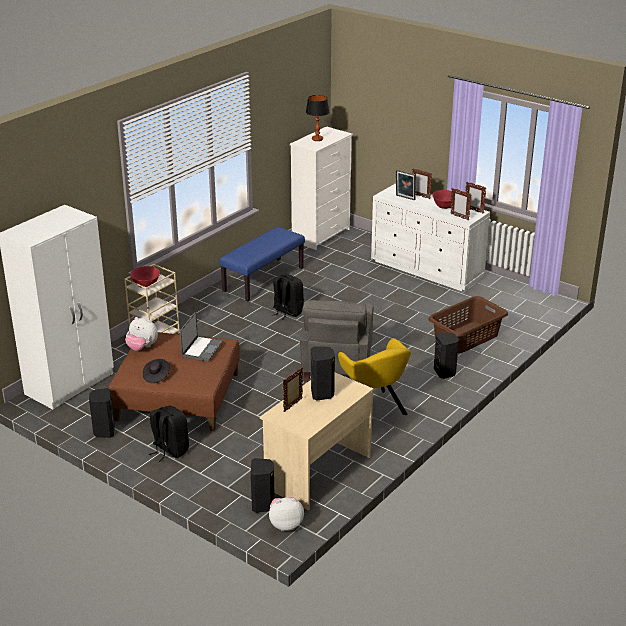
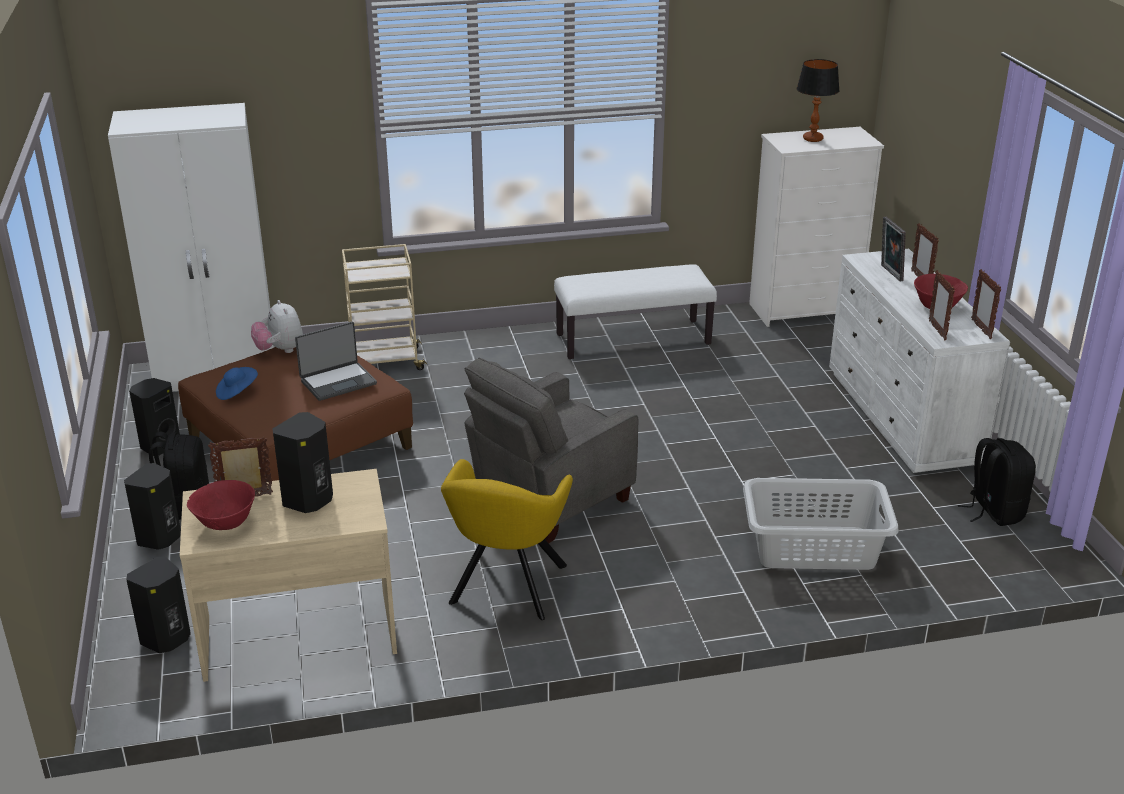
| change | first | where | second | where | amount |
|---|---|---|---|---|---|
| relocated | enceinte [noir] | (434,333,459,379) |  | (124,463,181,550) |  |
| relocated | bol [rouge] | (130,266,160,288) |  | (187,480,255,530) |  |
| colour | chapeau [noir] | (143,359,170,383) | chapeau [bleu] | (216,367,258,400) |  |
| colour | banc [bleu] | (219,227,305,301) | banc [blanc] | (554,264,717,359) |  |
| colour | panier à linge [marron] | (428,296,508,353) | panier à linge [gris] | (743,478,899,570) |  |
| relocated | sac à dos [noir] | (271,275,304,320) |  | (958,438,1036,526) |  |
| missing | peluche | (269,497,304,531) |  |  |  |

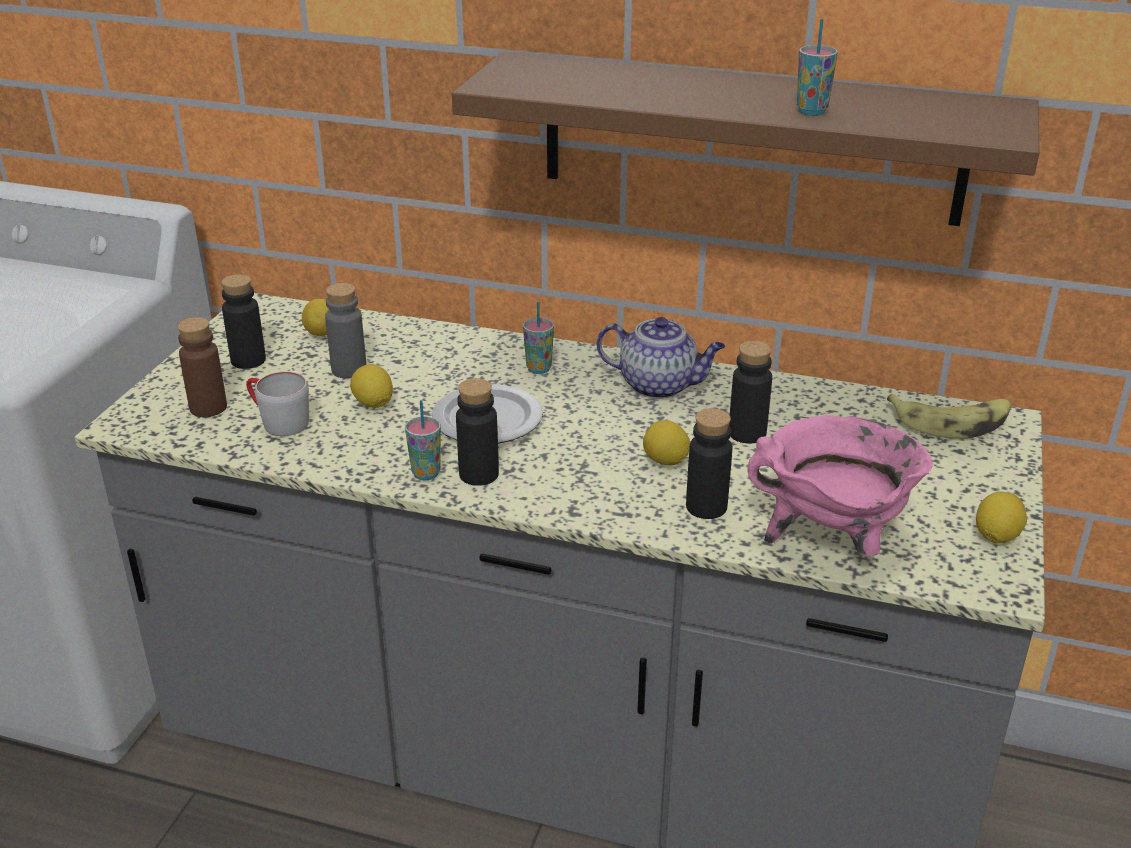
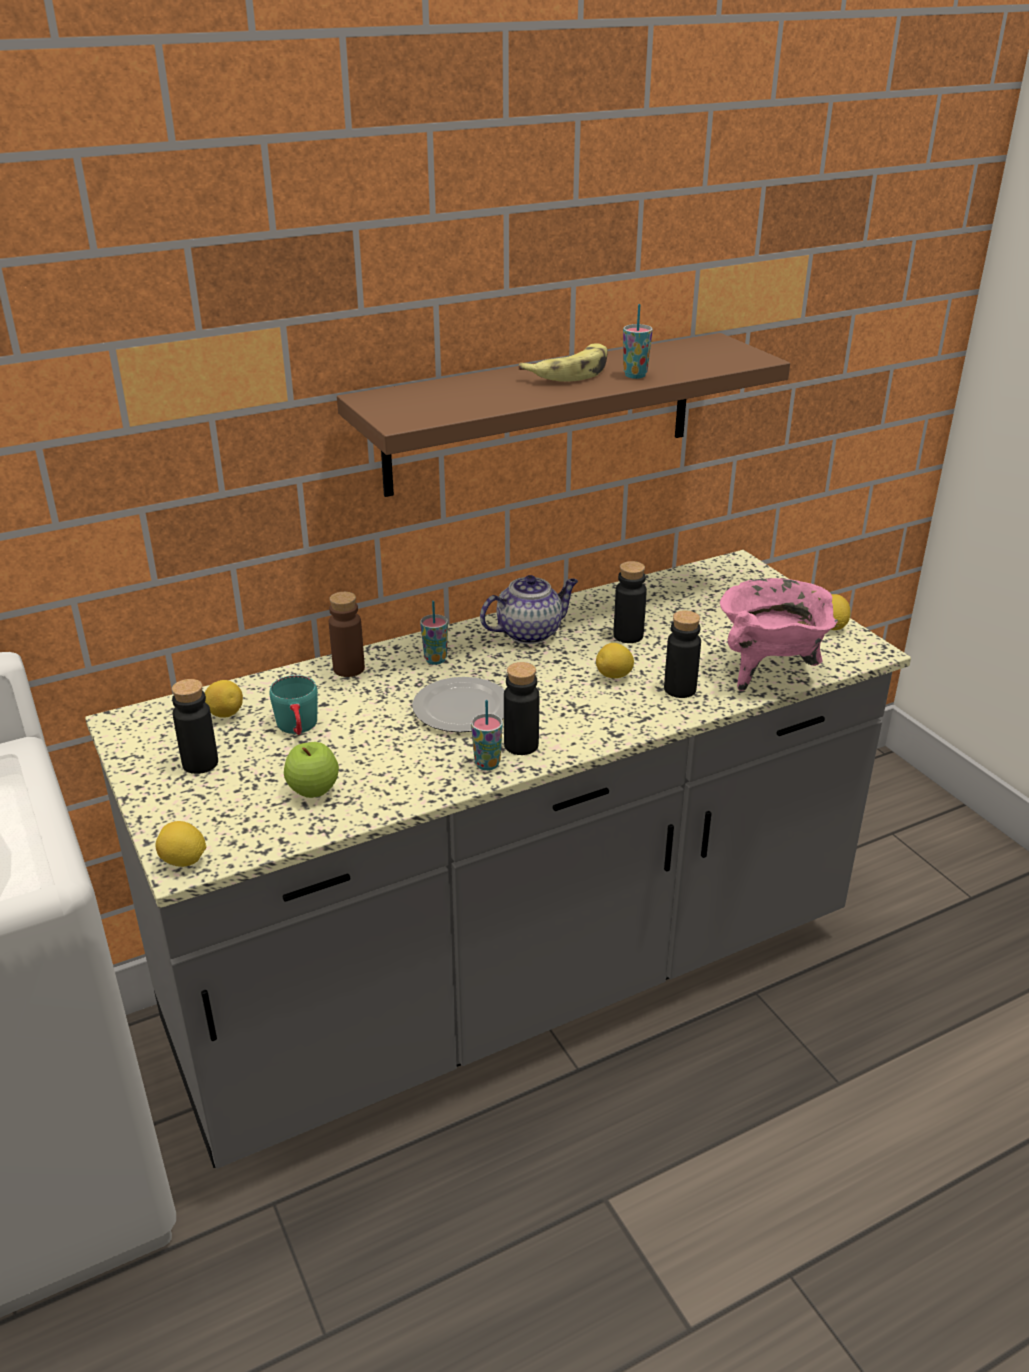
| change | first | where | second | where | amount |
|---|---|---|---|---|---|
| relocated | citron | (350,364,393,408) |  | (155,821,206,867) |  |
| exchanged | bouteille [gris] | (325,283,366,379) | mug [turquoise] | (269,675,318,735) |  |
| exchanged | mug [gris] | (246,372,309,436) | pomme | (284,742,339,798) |  |
| relocated | bouteille [marron] | (178,317,227,417) |  | (329,592,365,677) |  |
| relocated | banane | (887,394,1011,439) |  | (518,343,608,382) |  |

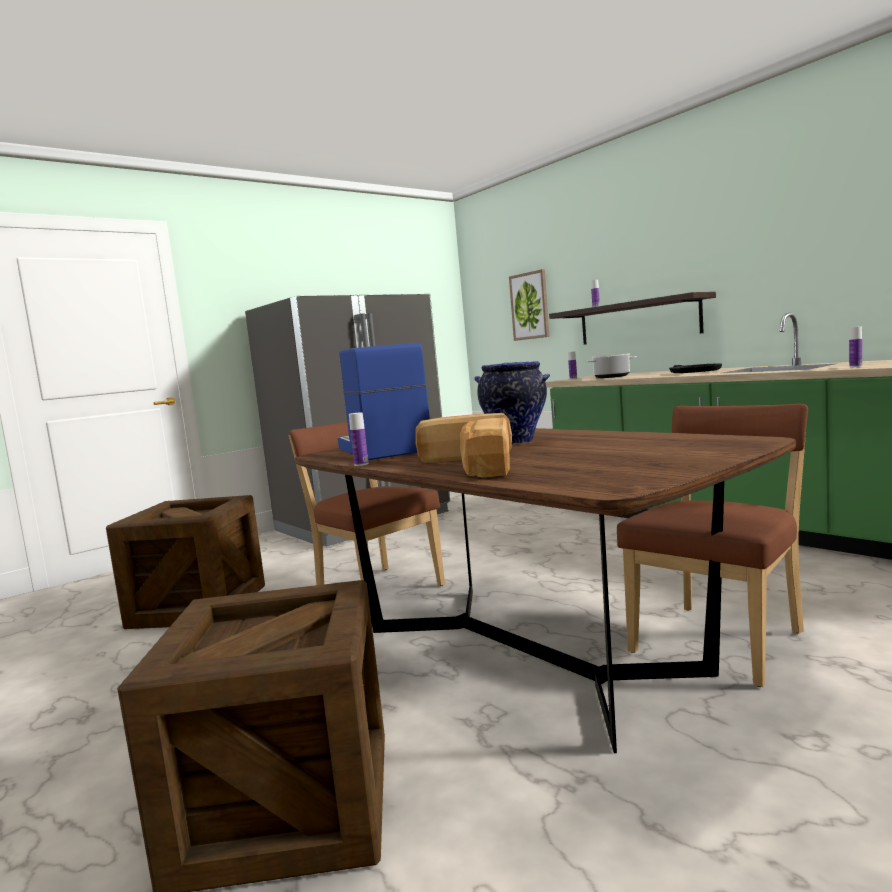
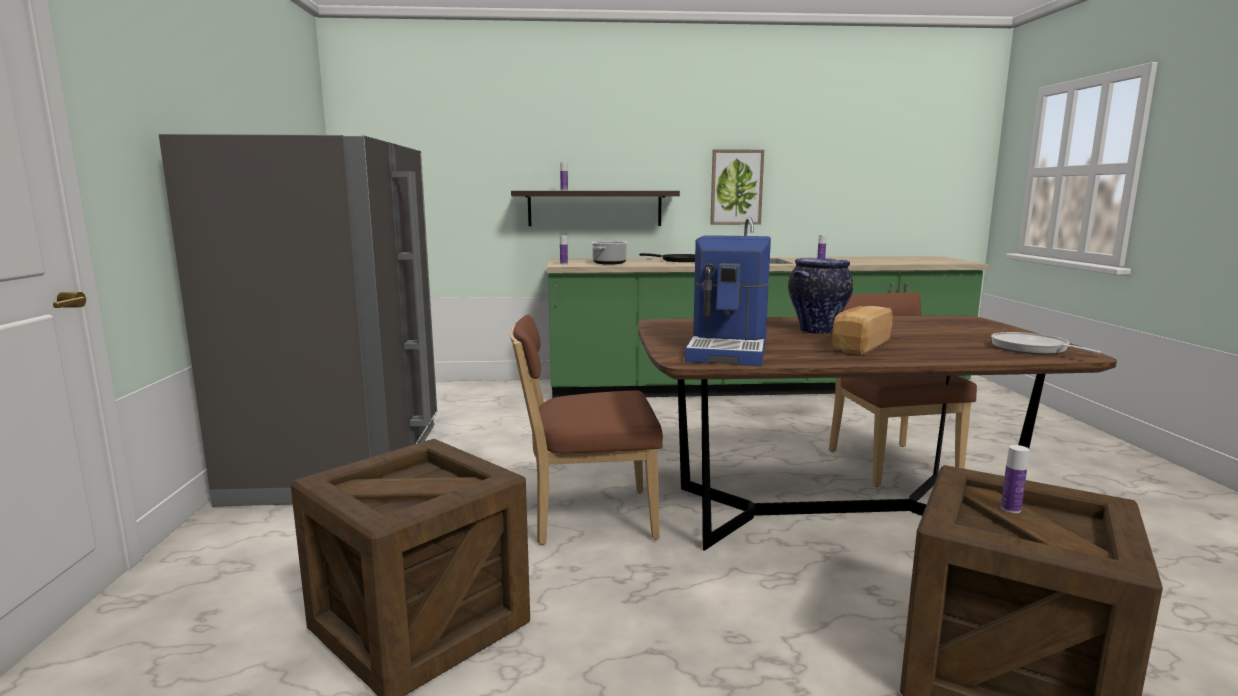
| change | first | where | second | where | amount |
|---|---|---|---|---|---|
| spun | machine à café | (338,343,430,460) |  | (685,235,771,366) | 90 degrees counterclockwise |
| relocated | tableau | (509,269,550,341) |  | (710,149,764,225) |  |
| appeared |  |  | poêle | (991,332,1101,355) |  |
| relocated | bouteille | (349,412,369,466) |  | (1001,445,1029,513) |  |
| missing | pain | (460,417,509,478) |  |  |  |

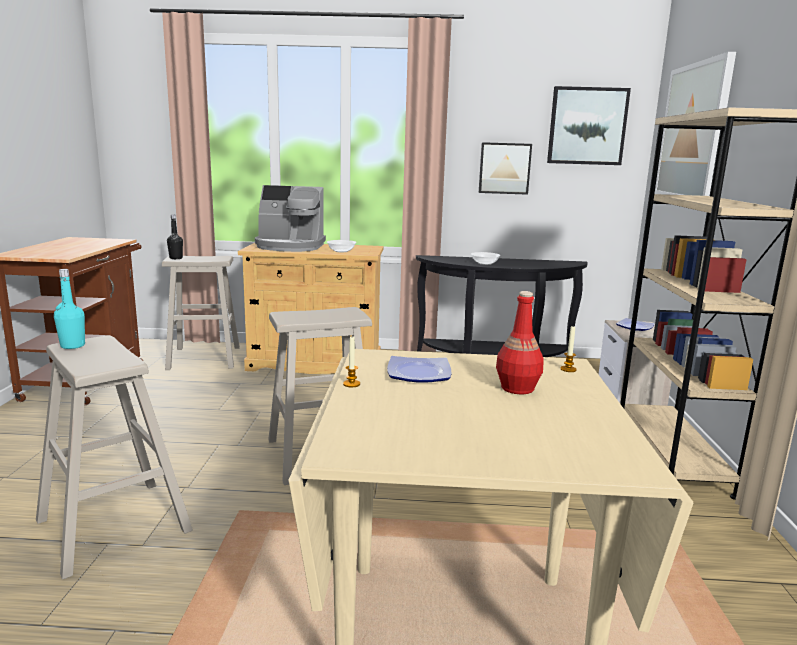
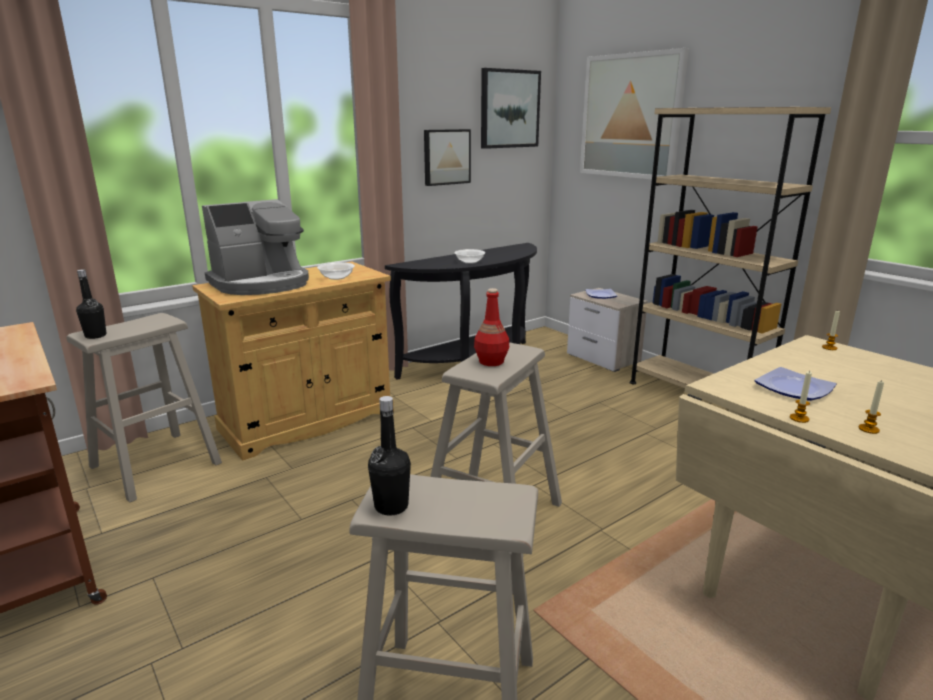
| change | first | where | second | where | amount |
|---|---|---|---|---|---|
| colour | bouteille [turquoise] | (54,269,85,349) | bouteille [noir] | (368,396,411,516) |  |
| relocated | bouteille [rouge] | (496,291,544,394) |  | (474,288,509,366) |  |
| appeared |  |  | bougie | (858,380,884,434) |  |

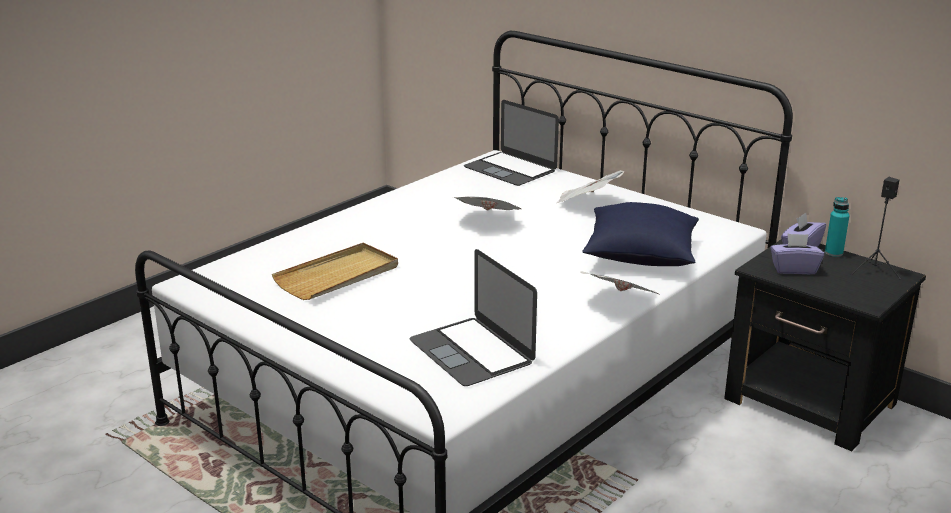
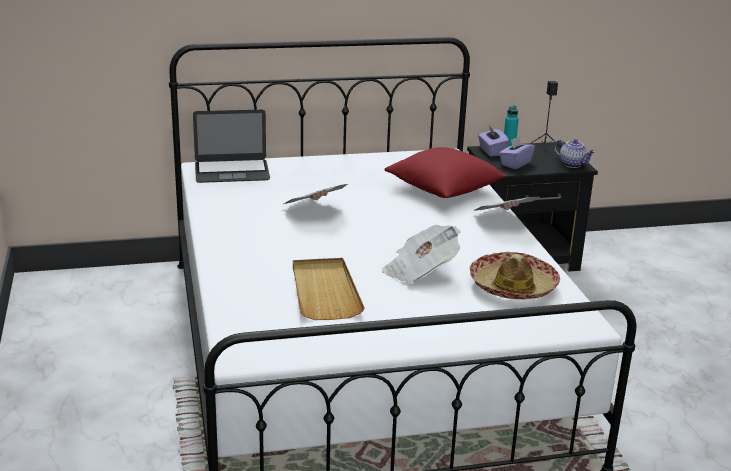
| change | first | where | second | where | amount |
|---|---|---|---|---|---|
| relocated | journal | (557,170,624,203) |  | (382,225,461,284) |  |
| colour | coussin [bleu] | (582,202,699,266) | coussin [rouge] | (384,147,507,198) |  |
| exchanged | ordinateur portable | (410,249,537,386) | chapeau | (470,252,560,299) |  |
| appeared |  |  | théière | (554,139,595,168) |  |

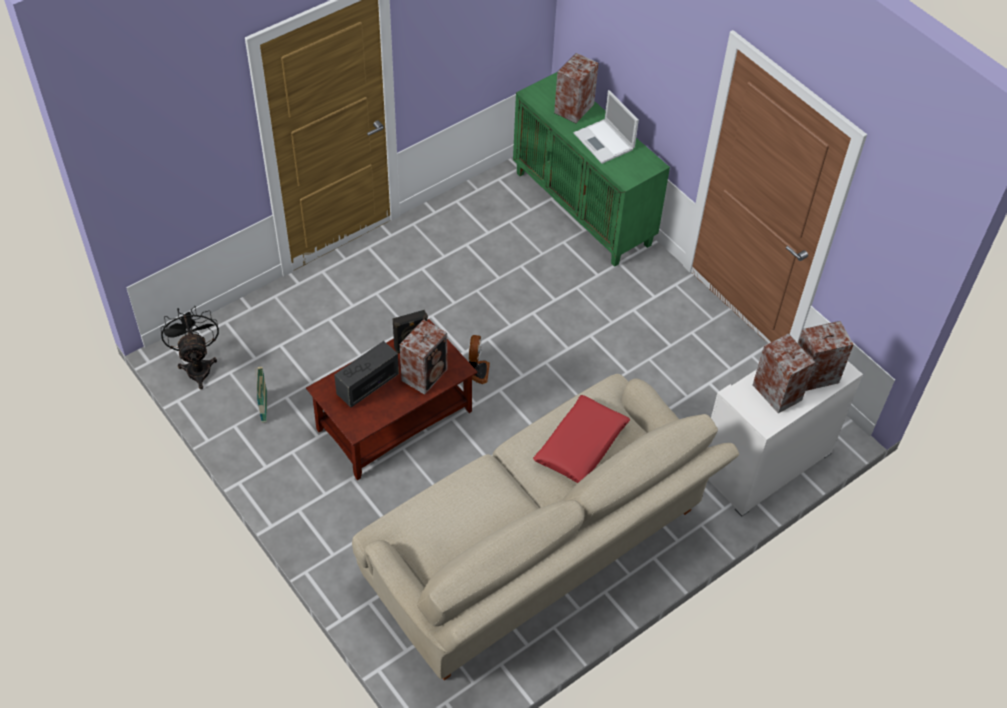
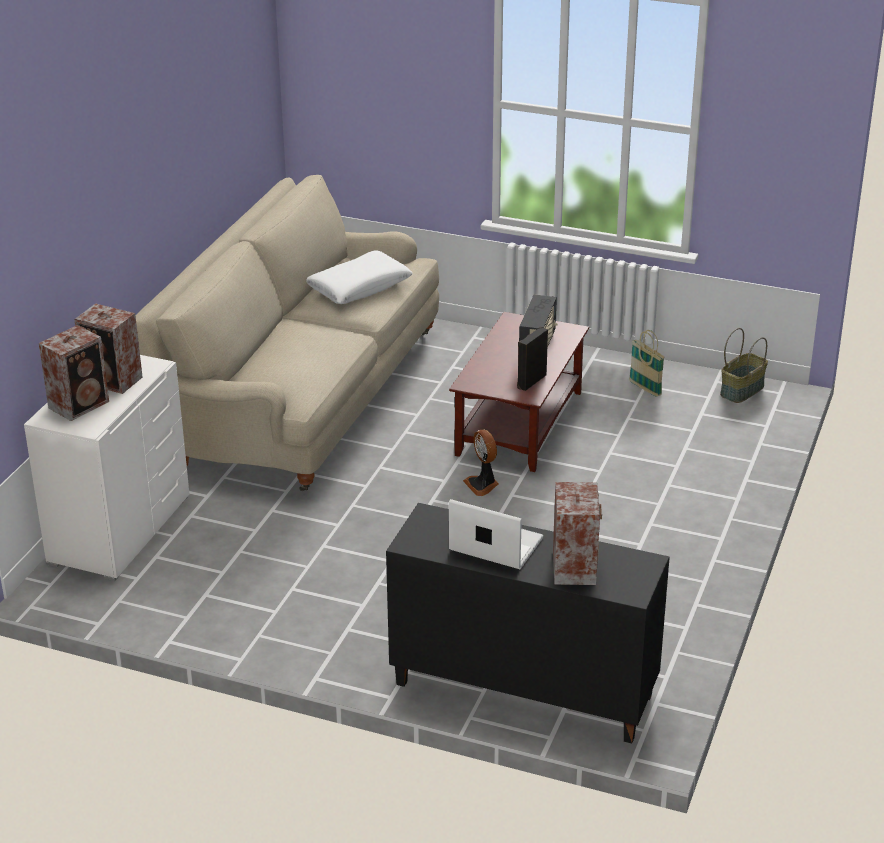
| change | first | where | second | where | amount |
|---|---|---|---|---|---|
| appeared |  |  | coussin [blanc] | (306,250,413,304) |  |
| colour | meuble de rangement [vert] | (513,72,670,267) | meuble de rangement [noir] | (386,503,670,743) |  |
| exchanged | ventilateur [noir] | (161,306,219,389) | panier | (720,328,768,403) |  |
| missing | enceinte | (400,319,448,395) |  |  |  |
| missing | coussin [rouge] | (533,395,630,483) |  |  |  |

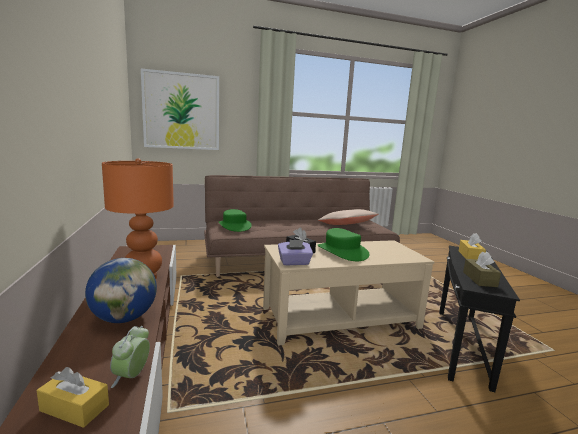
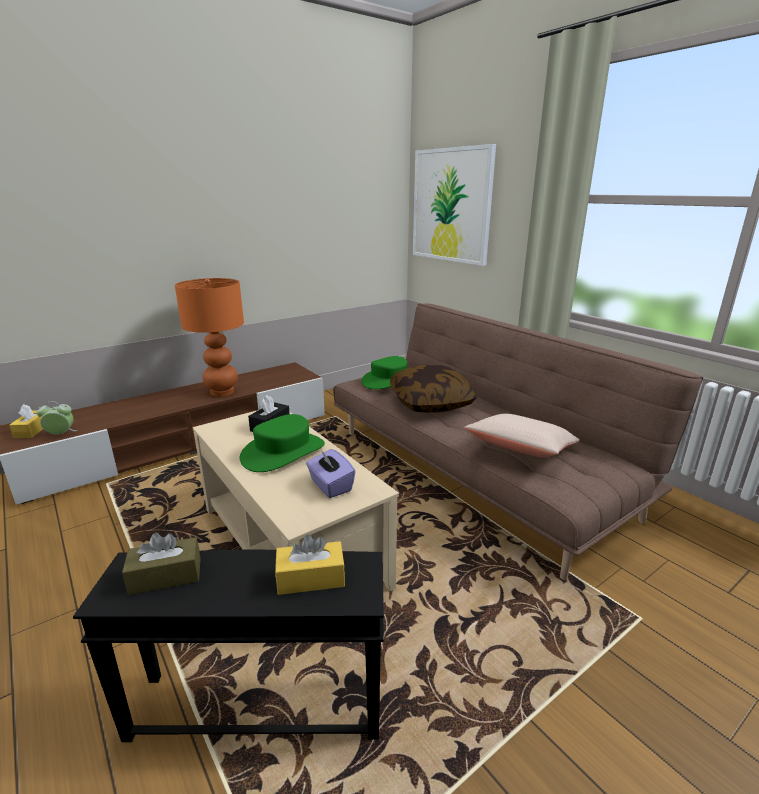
| change | first | where | second | where | amount |
|---|---|---|---|---|---|
| relocated | boîte à mouchoirs [violet] | (278,240,313,265) |  | (306,449,355,498) |  |
| appeared |  |  | coussin | (390,365,477,413) |  |
| missing | globe | (85,258,157,323) |  |  |  |

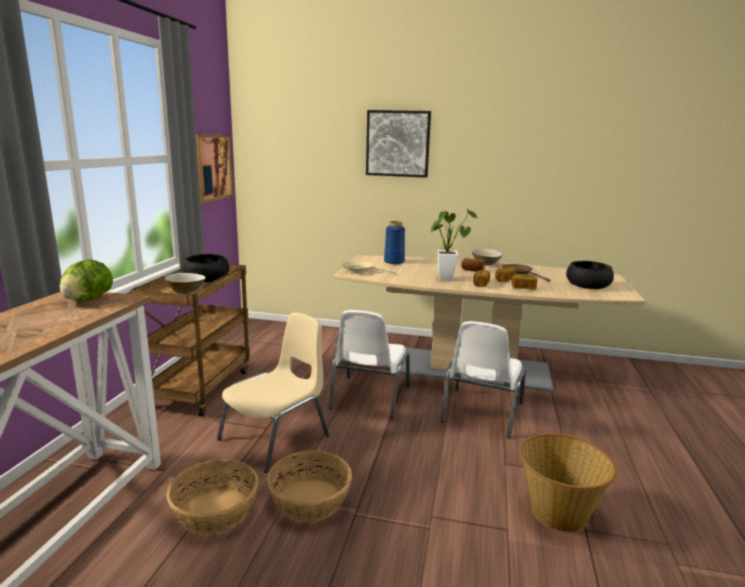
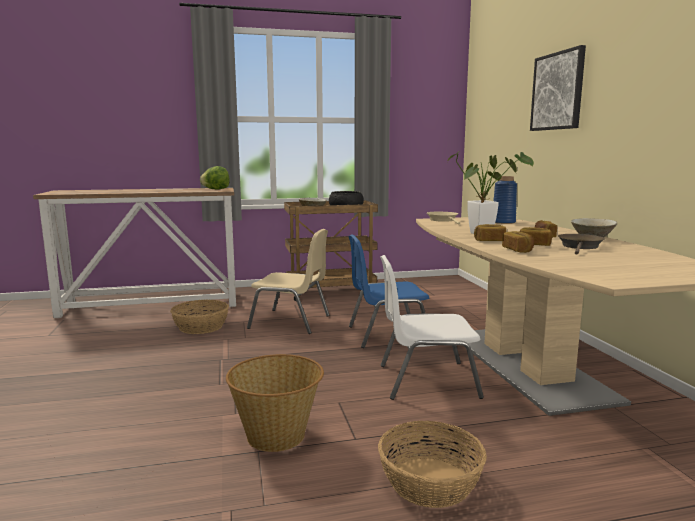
| change | first | where | second | where | amount |
|---|---|---|---|---|---|
| colour | chaise [blanc] | (329,310,410,419) | chaise [bleu] | (349,234,429,348) |  |
| relocated | panier | (267,450,352,522) |  | (378,421,487,508) |  |
| missing | tableau | (196,134,233,203) |  |  |  |
| missing | bol [noir] | (566,261,614,289) |  |  |  |

